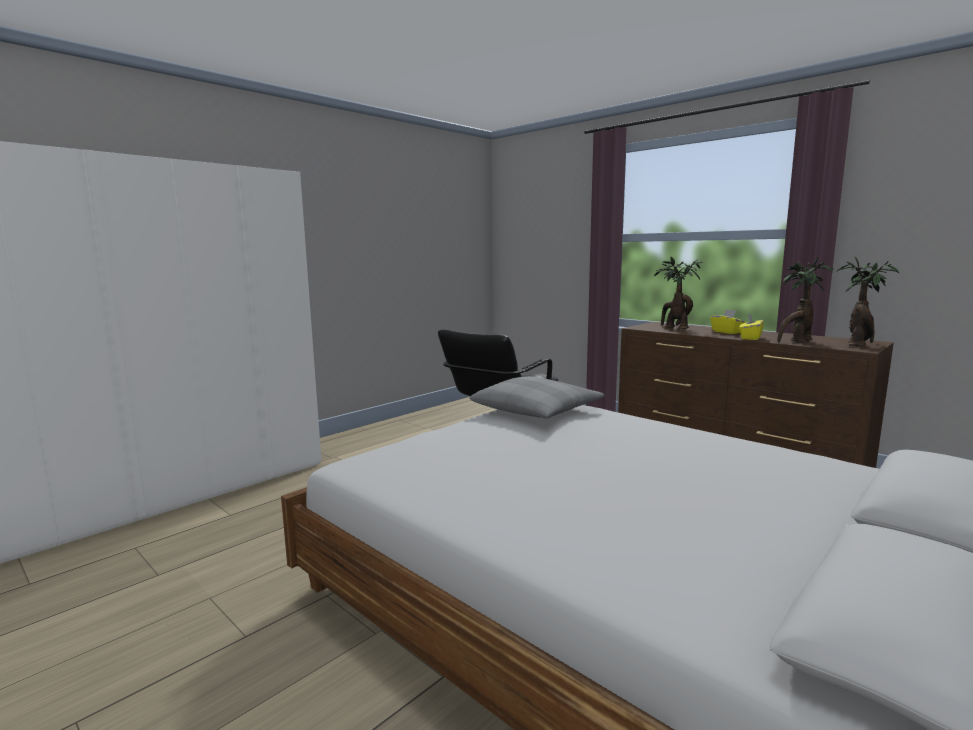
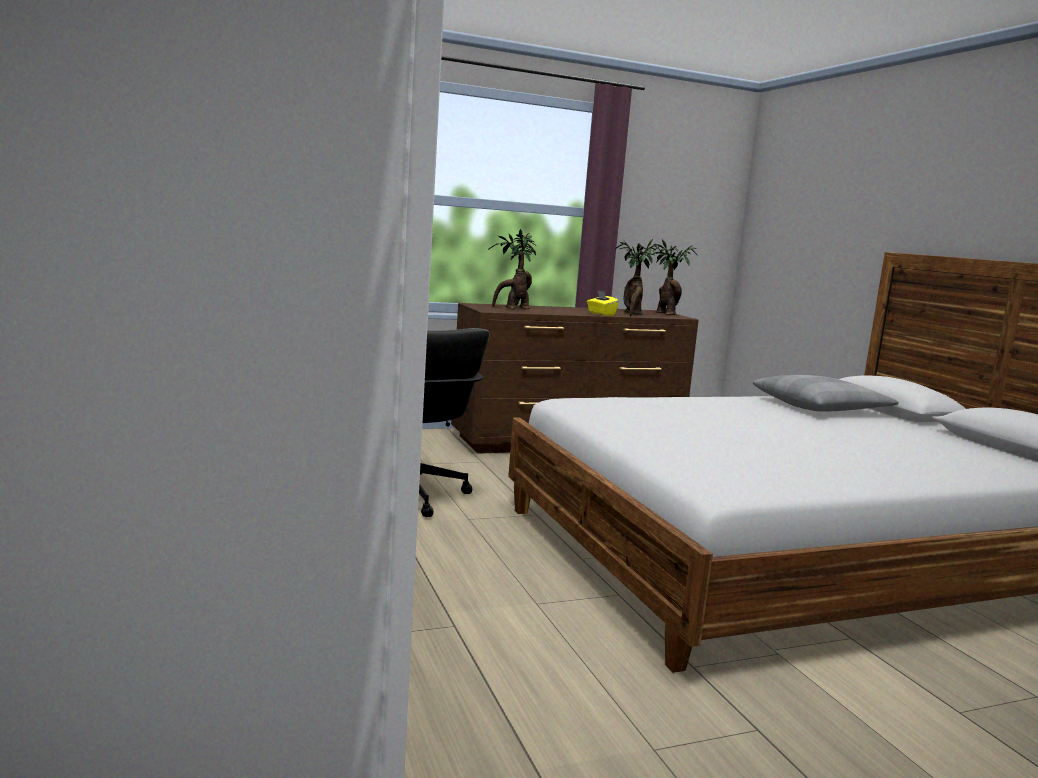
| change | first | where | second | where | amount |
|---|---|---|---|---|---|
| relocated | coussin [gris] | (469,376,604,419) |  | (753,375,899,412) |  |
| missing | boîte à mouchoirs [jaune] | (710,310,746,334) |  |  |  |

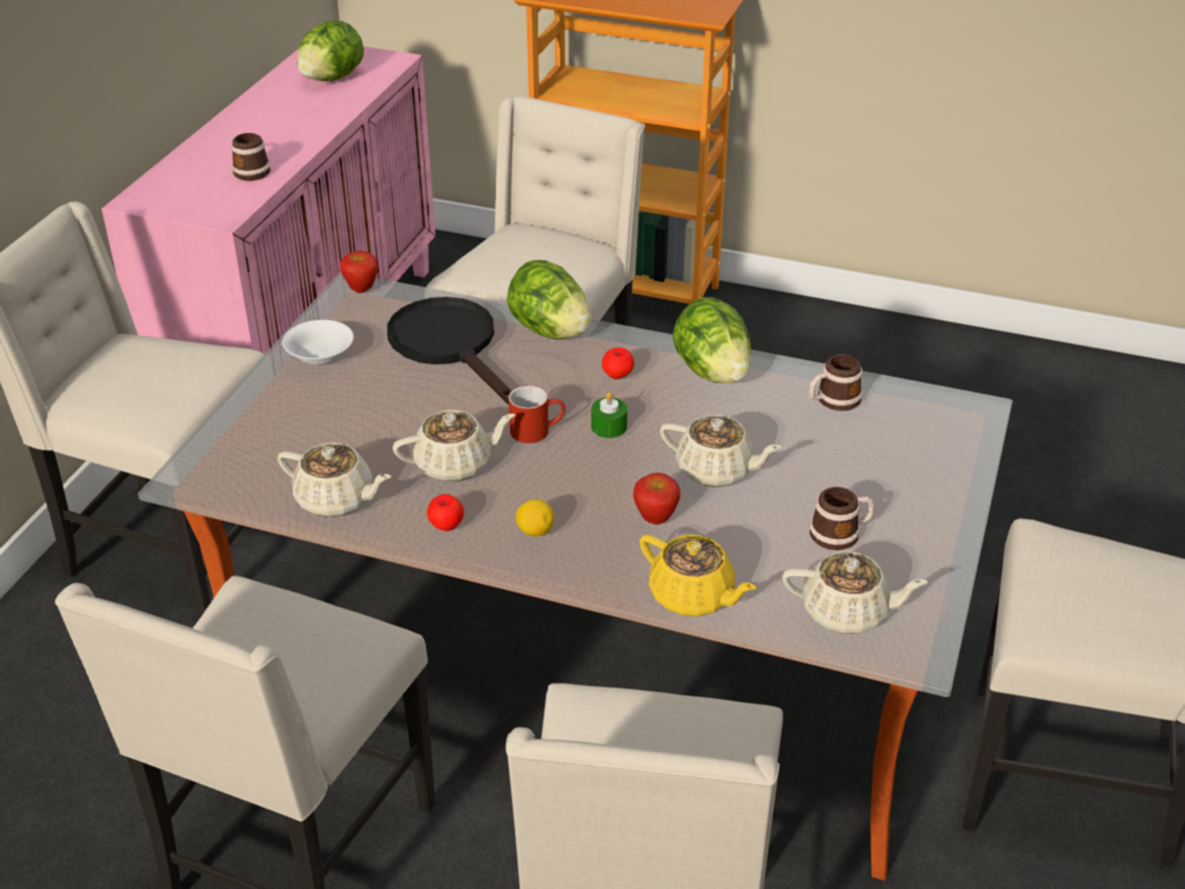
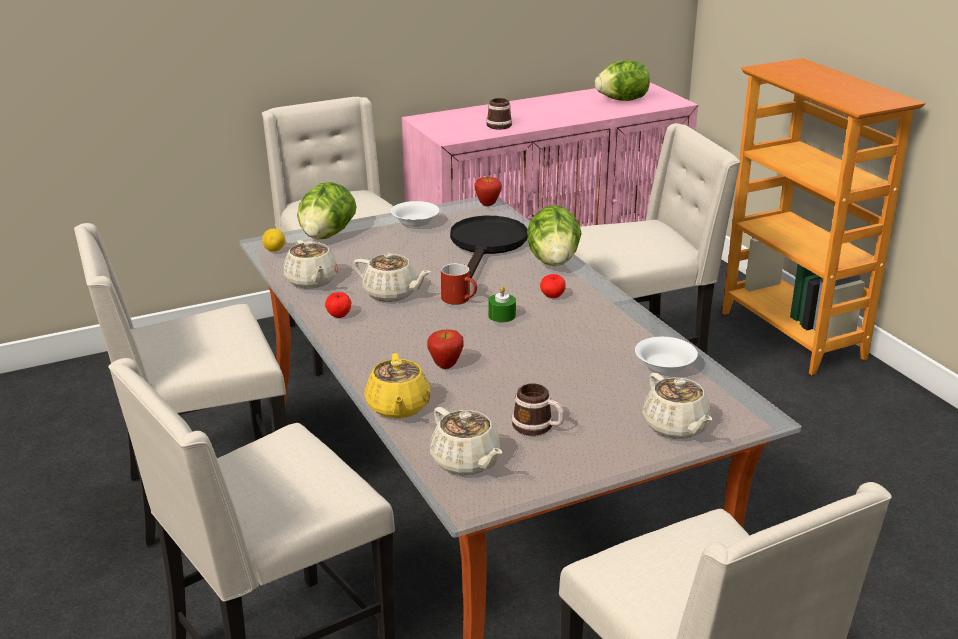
| change | first | where | second | where | amount |
|---|---|---|---|---|---|
| relocated | citron | (516,499,554,536) |  | (262,229,286,252) |  |
| relocated | laitue | (673,297,751,383) |  | (297,182,357,239) |  |
| exchanged | mug | (809,355,863,411) | bol [blanc] | (635,337,698,374) |  |
| relocated | théière [beige] | (660,415,782,487) |  | (642,373,712,439) |  |

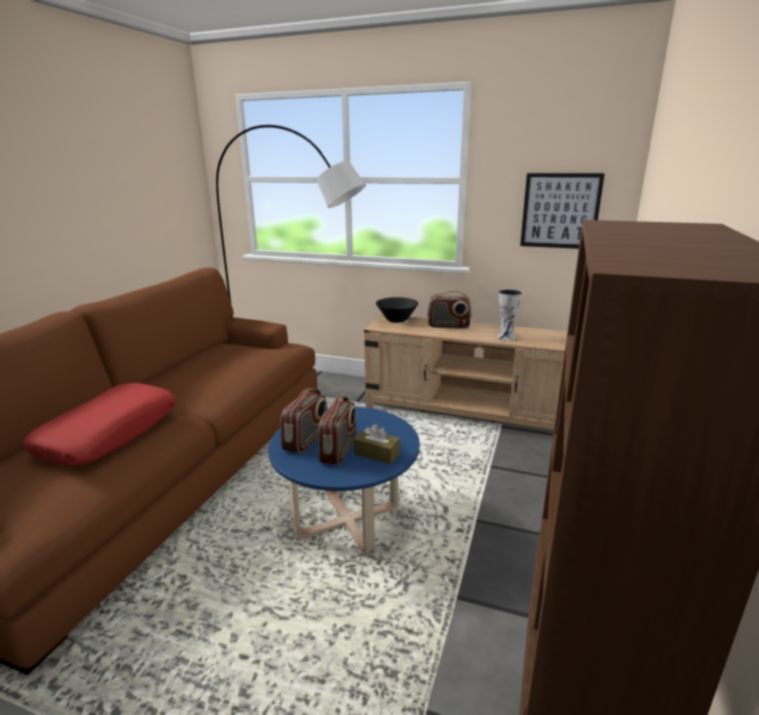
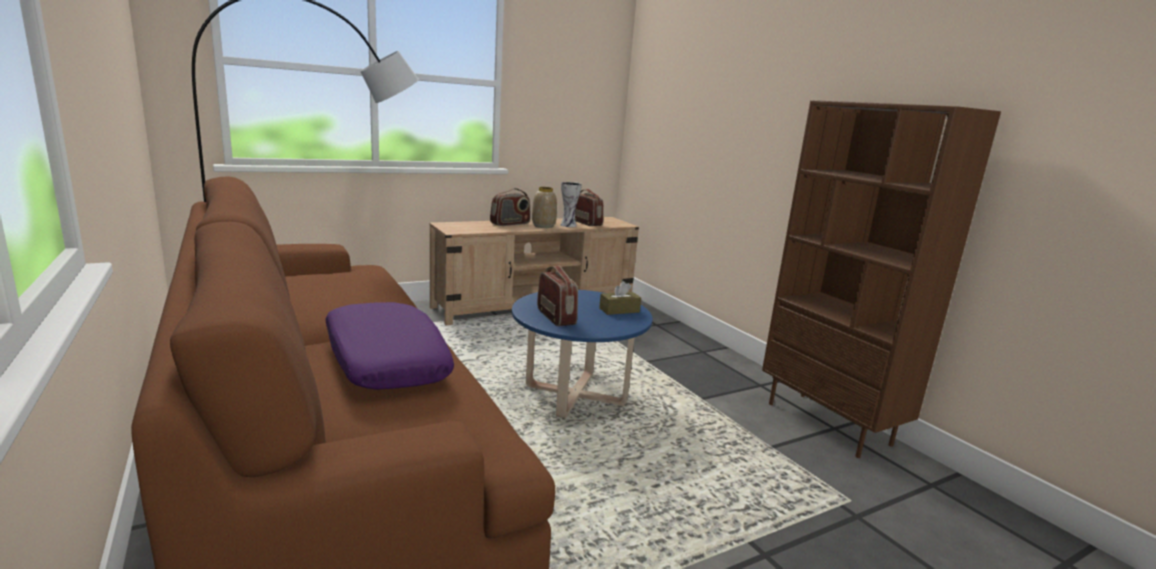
| change | first | where | second | where | amount |
|---|---|---|---|---|---|
| colour | coussin [rouge] | (24,383,176,467) | coussin [violet] | (325,302,454,390) |  |
| appeared |  |  | vase | (532,187,557,228) |  |
| relocated | radio | (318,396,356,465) |  | (575,189,604,226) |  |
| missing | bol [noir] | (376,297,419,323) |  |  |  |
| missing | tableau | (520,173,605,249) |  |  |  |

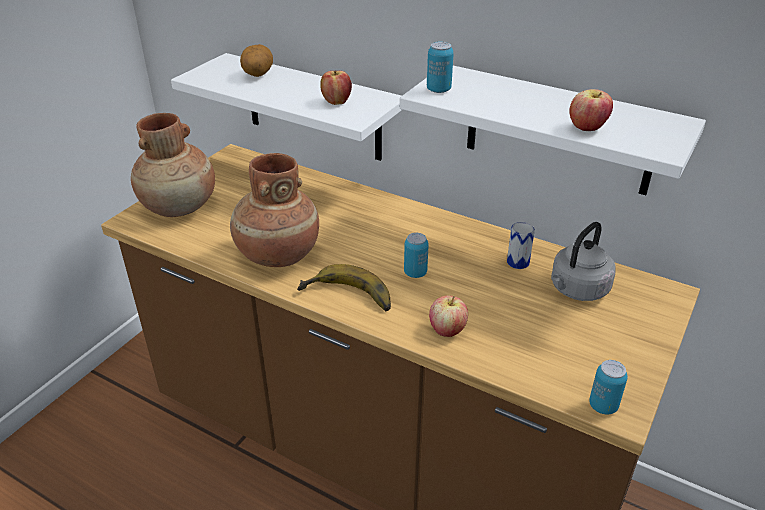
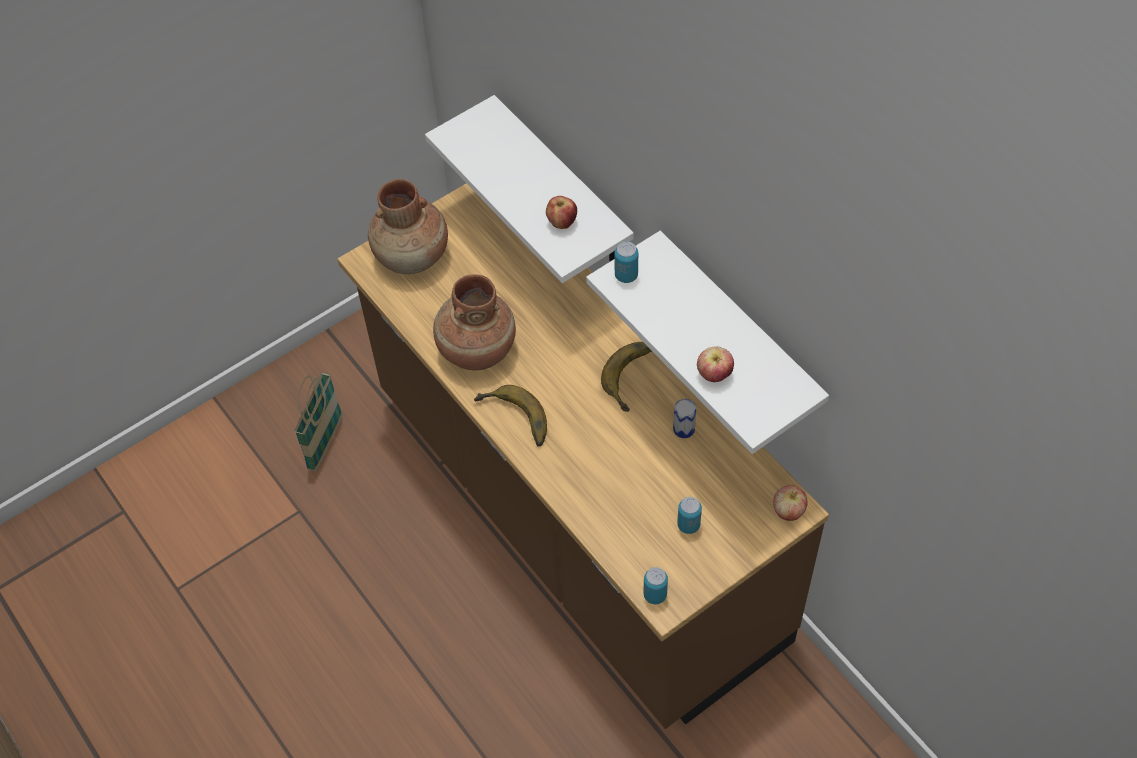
| change | first | where | second | where | amount |
|---|---|---|---|---|---|
| appeared |  |  | panier | (294,372,343,471) |  |
| appeared |  |  | banane | (601,342,652,412) |  |
| relocated | boîte métallique | (404,233,429,278) |  | (677,497,702,534) |  |
| relocated | pomme | (429,295,468,337) |  | (773,485,807,521) |  |
| missing | pomme de terre | (240,44,273,77) |  |  |  |
| missing | bouilloire [gris] | (551,222,616,301) |  |  |  |

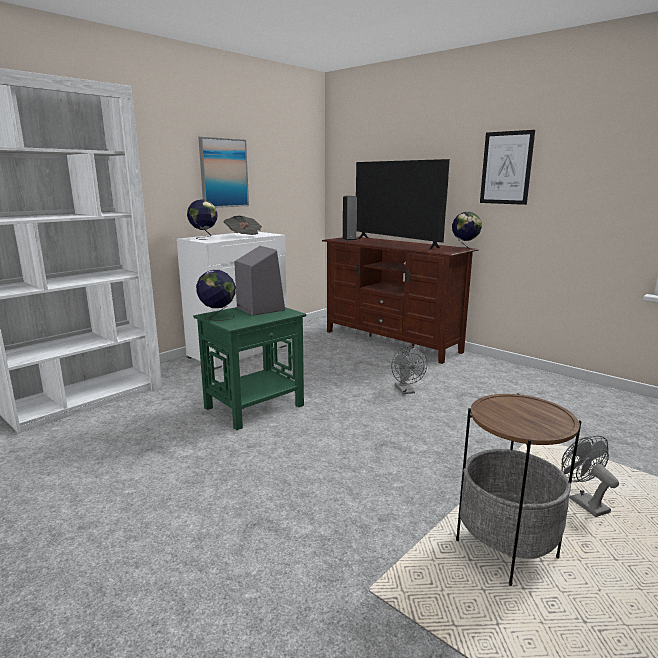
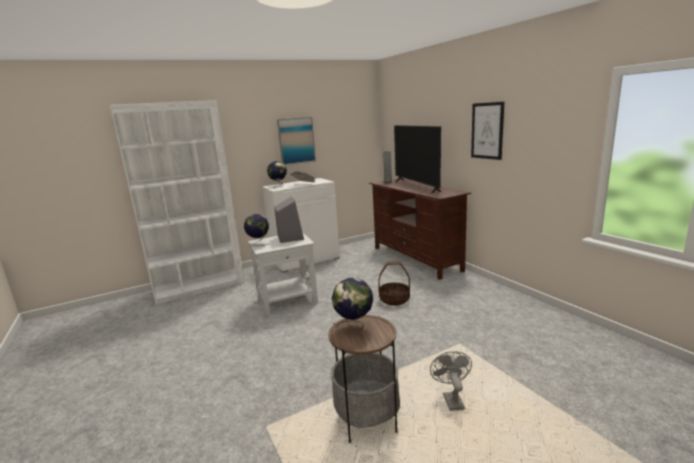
| change | first | where | second | where | amount |
|---|---|---|---|---|---|
| colour | table d'appoint [vert] | (193,307,306,430) | table d'appoint [blanc] | (248,233,318,316) |  |
| relocated | globe | (452,212,482,249) |  | (332,278,373,330) |  |
| exchanged | ventilateur [gris] | (391,346,427,394) | panier | (378,262,410,306) |  |

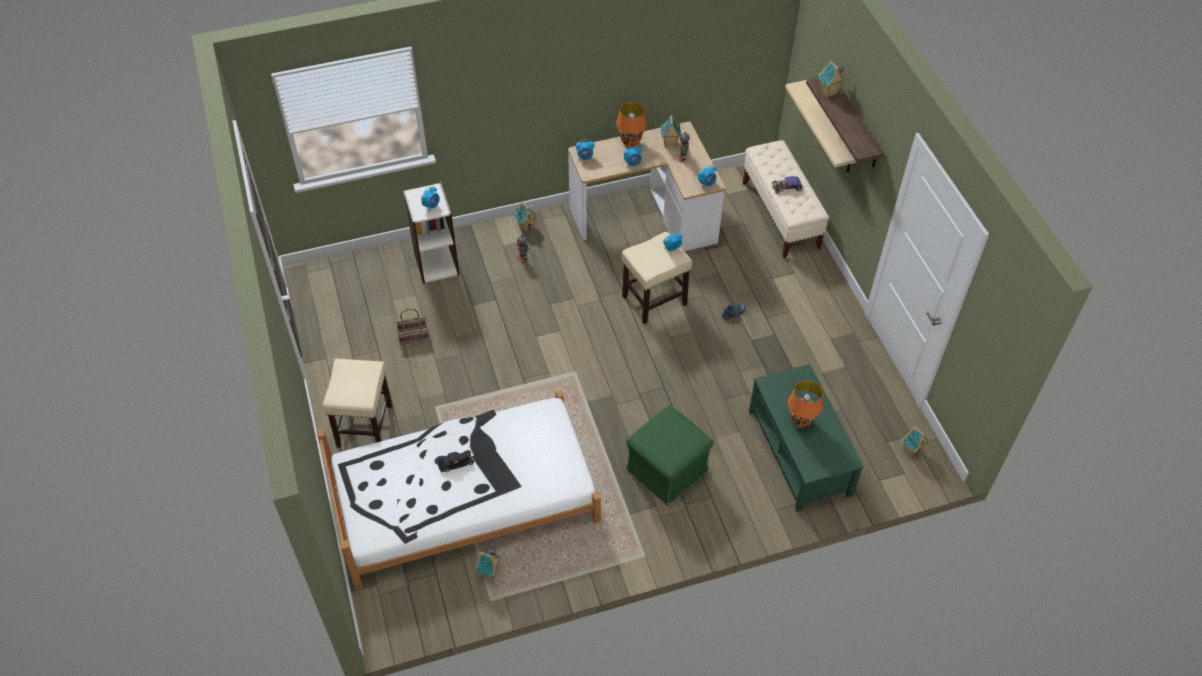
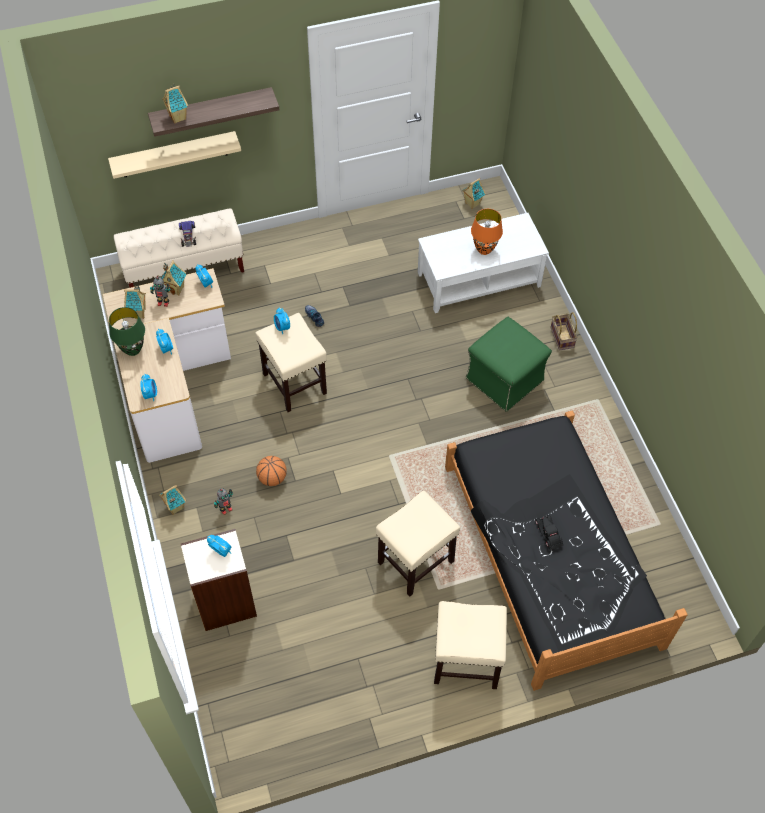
| change | first | where | second | where | amount |
|---|---|---|---|---|---|
| colour | lampe de table [orange] | (616,102,647,148) | lampe de table [vert] | (109,307,145,356) |  |
| relocated | maison miniature | (475,549,501,580) |  | (162,260,187,296) |  |
| appeared |  |  | ballon de basket | (256,456,287,486) |  |
| appeared |  |  | tabouret [beige] | (376,491,460,597) |  |
| colour | table basse [vert] | (749,364,864,512) | table basse [blanc] | (418,213,549,313) |  |
| colour | lit [blanc] | (317,390,601,590) | lit [noir] | (445,411,688,691) |  |
| relocated | panier | (396,308,430,345) |  | (550,312,578,351) |  |

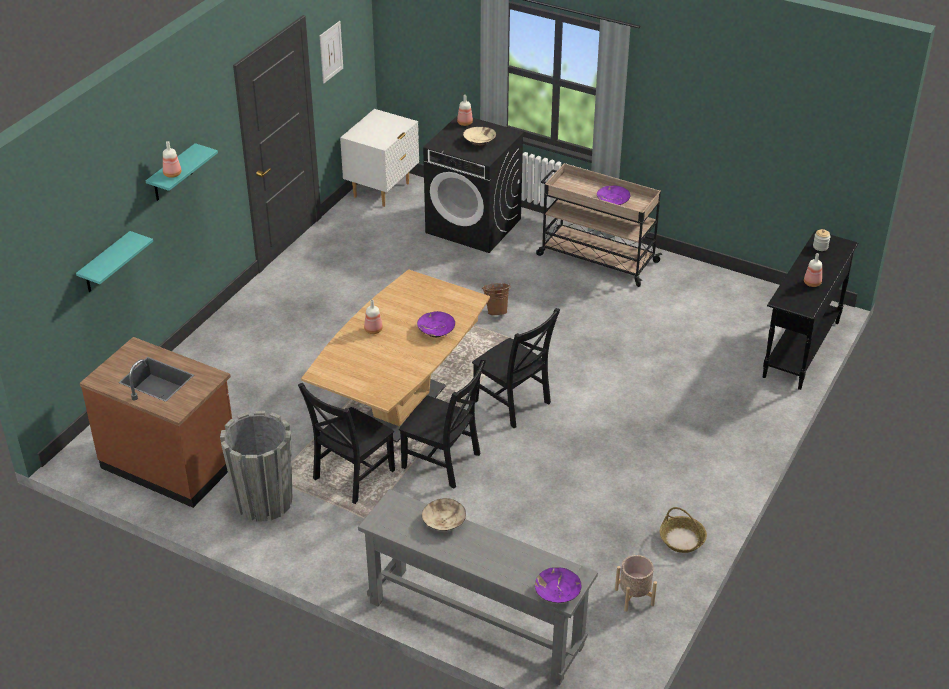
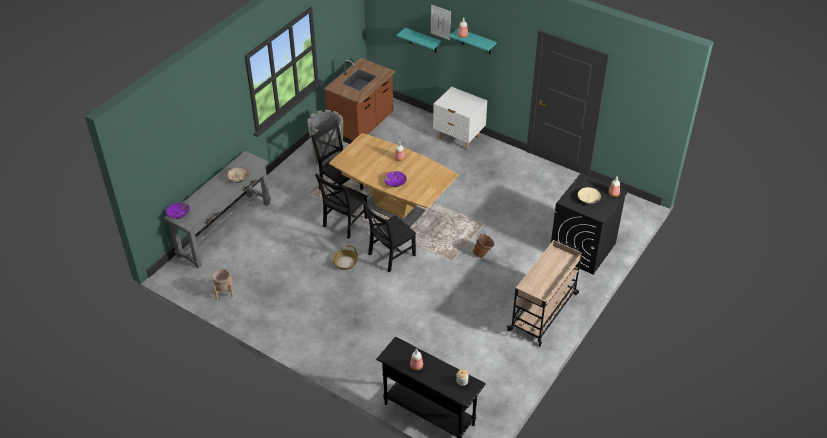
| change | first | where | second | where | amount |
|---|---|---|---|---|---|
| relocated | panier | (660,507,707,553) |  | (332,245,358,270) |  |
| relocated | tableau | (320,21,343,83) |  | (431,4,451,40) |  |
| relocated | table de chevet [blanc] | (340,109,419,207) |  | (433,87,487,150) |  |
| missing | bol [violet] | (597,185,630,205) |  |  |  |

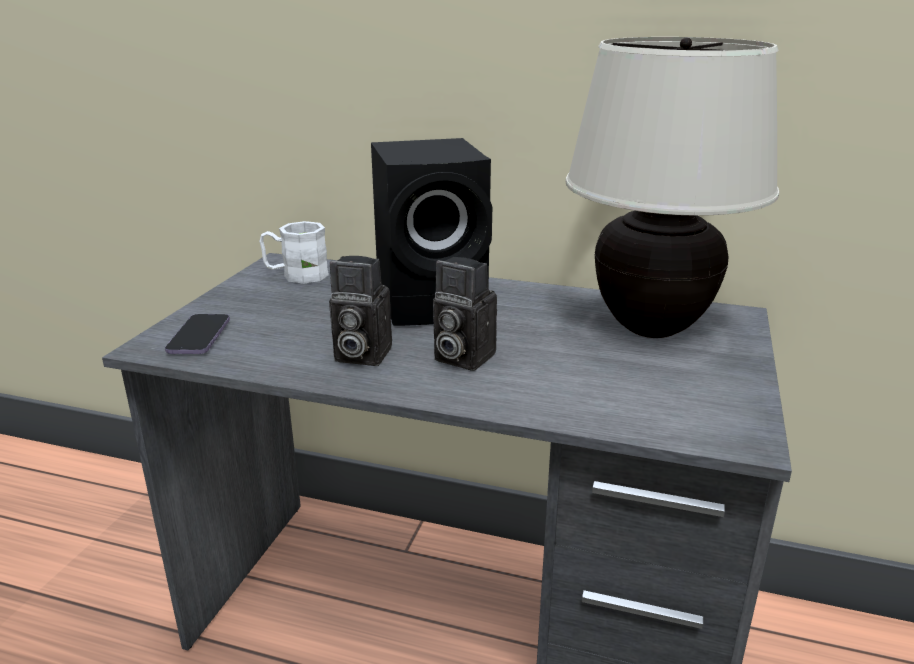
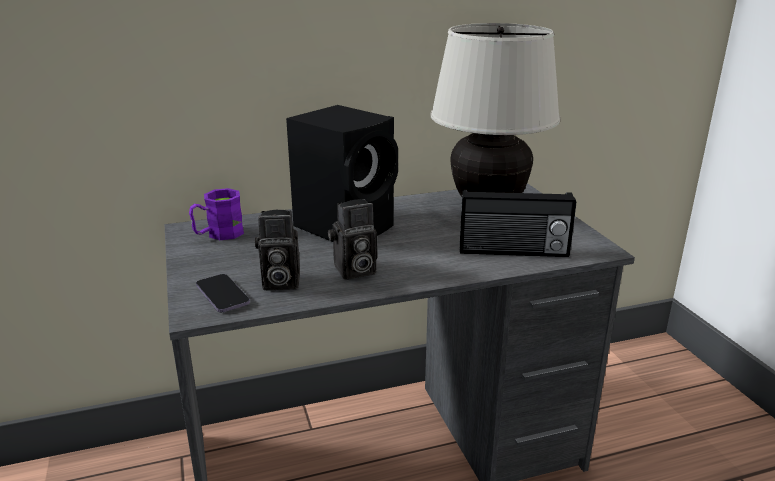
| change | first | where | second | where | amount |
|---|---|---|---|---|---|
| colour | mug [blanc] | (260,221,329,284) | mug [violet] | (189,188,244,240) |  |
| relocated | appareil photo | (433,257,497,371) |  | (255,210,300,291) |  |
| appeared |  |  | radio | (460,190,576,257) |  |

